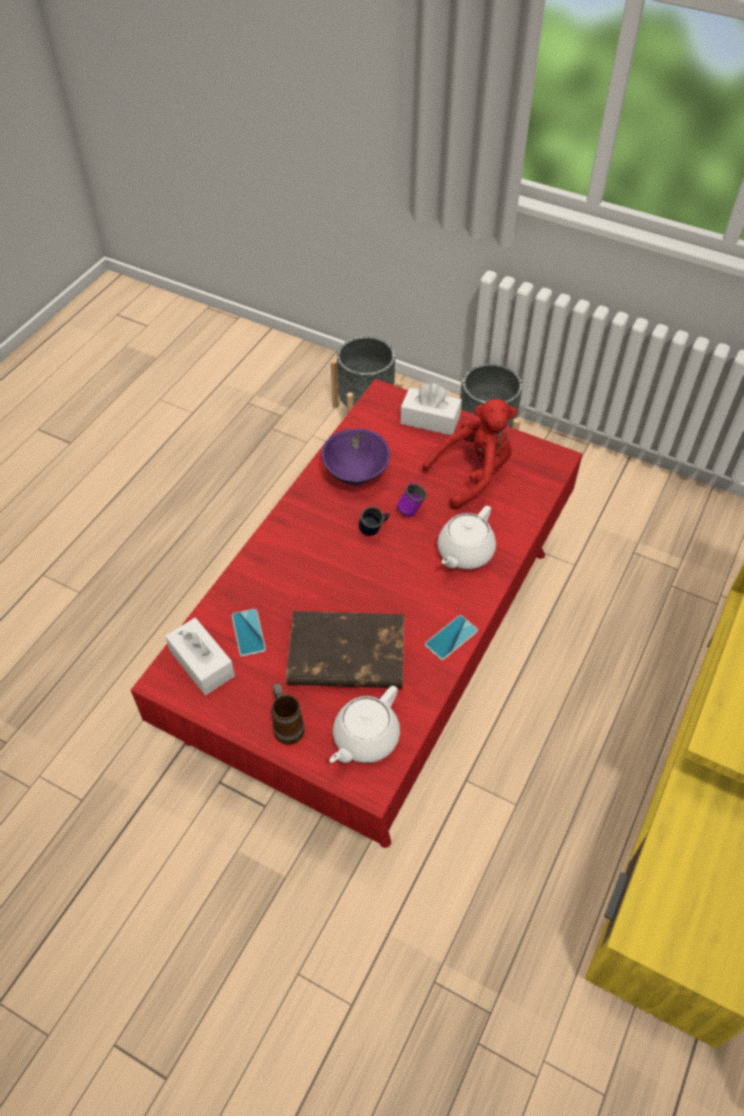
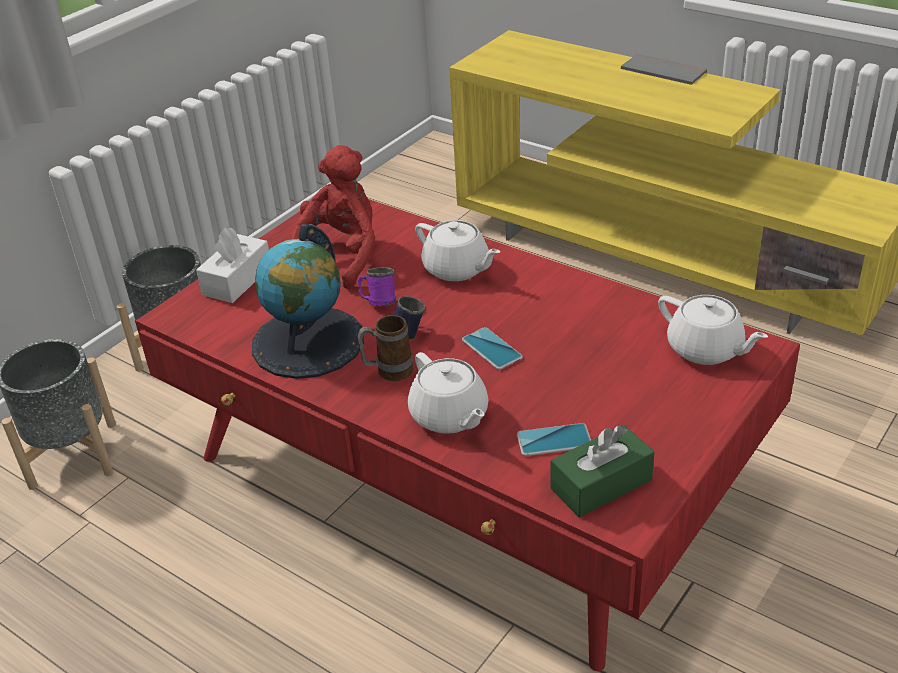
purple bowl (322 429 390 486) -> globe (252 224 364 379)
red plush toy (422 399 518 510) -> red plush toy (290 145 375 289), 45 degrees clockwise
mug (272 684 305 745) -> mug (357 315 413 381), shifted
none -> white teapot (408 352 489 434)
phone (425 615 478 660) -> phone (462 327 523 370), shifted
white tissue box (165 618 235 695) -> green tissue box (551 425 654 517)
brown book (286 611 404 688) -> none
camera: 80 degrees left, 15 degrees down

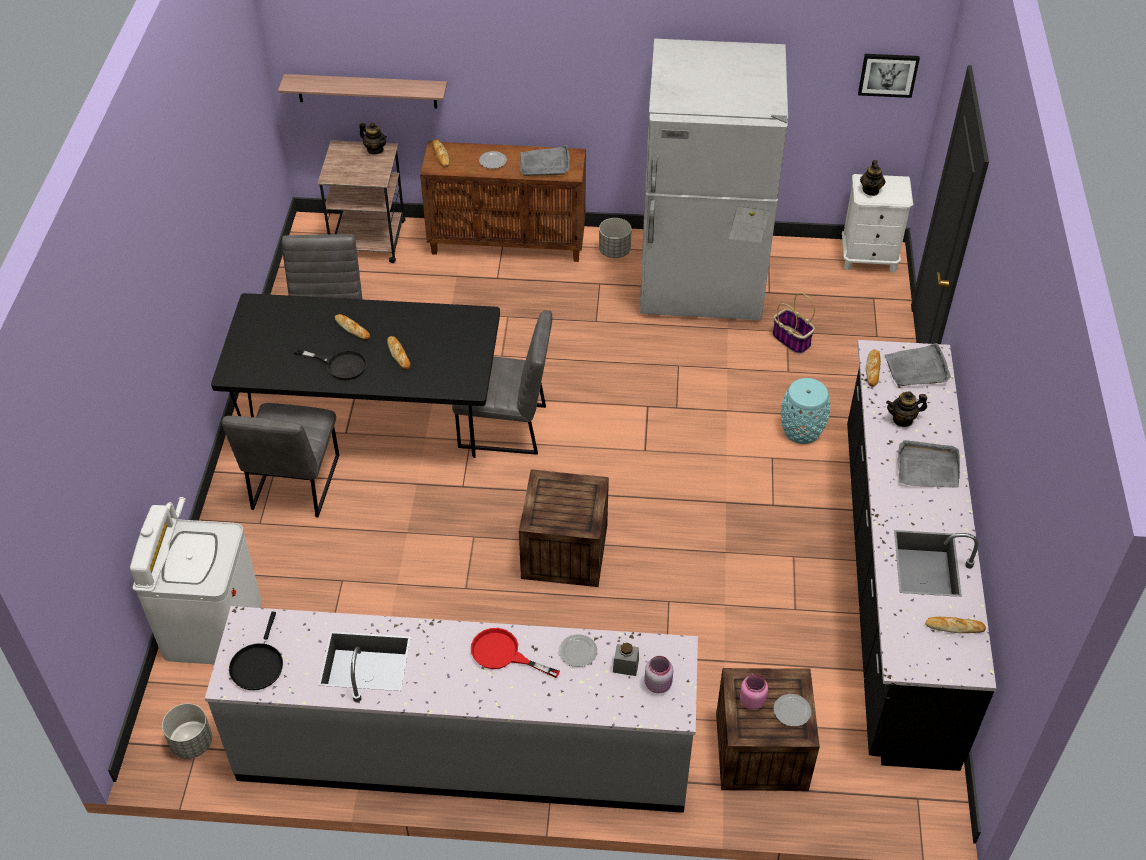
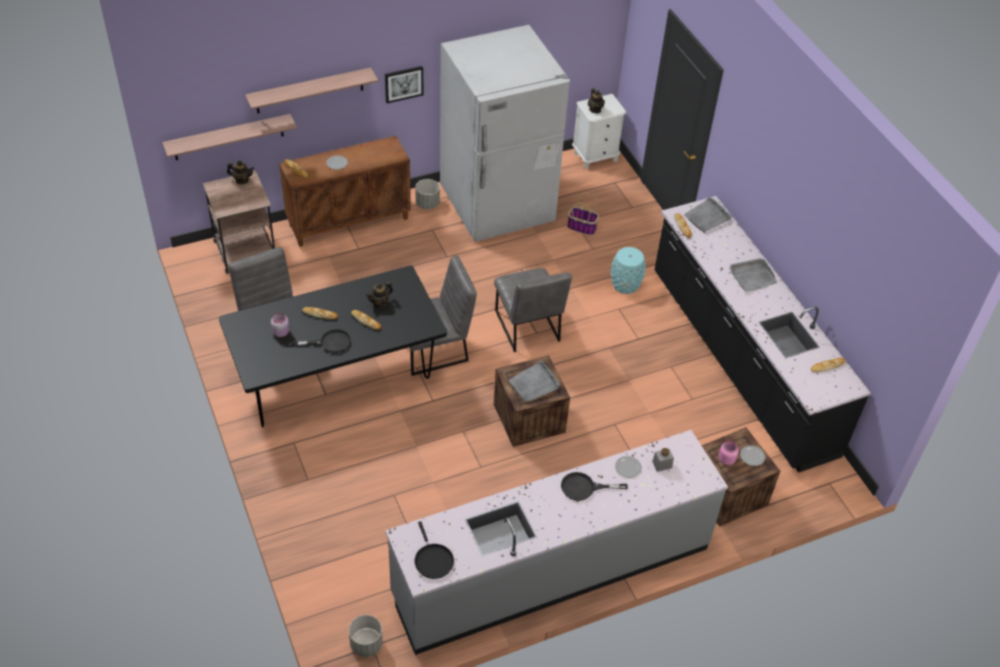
none -> shelf (245 68 378 113)
pink jar (644 656 673 693) -> pink jar (271 313 289 337), shifted
teapot (886 391 927 427) -> teapot (366 282 393 308), shifted
picture (858 54 920 98) -> picture (385 66 423 103), shifted
grey chair (222 403 339 517) -> grey chair (494 268 572 352), shifted
grey tray (520 145 570 176) -> grey tray (508 361 560 402), shifted
red frying pan (471 628 560 678) -> black frying pan (561 472 628 501)
white washing machine (130 497 262 664) -> none
camera: 30 degrees left, 0 degrees up

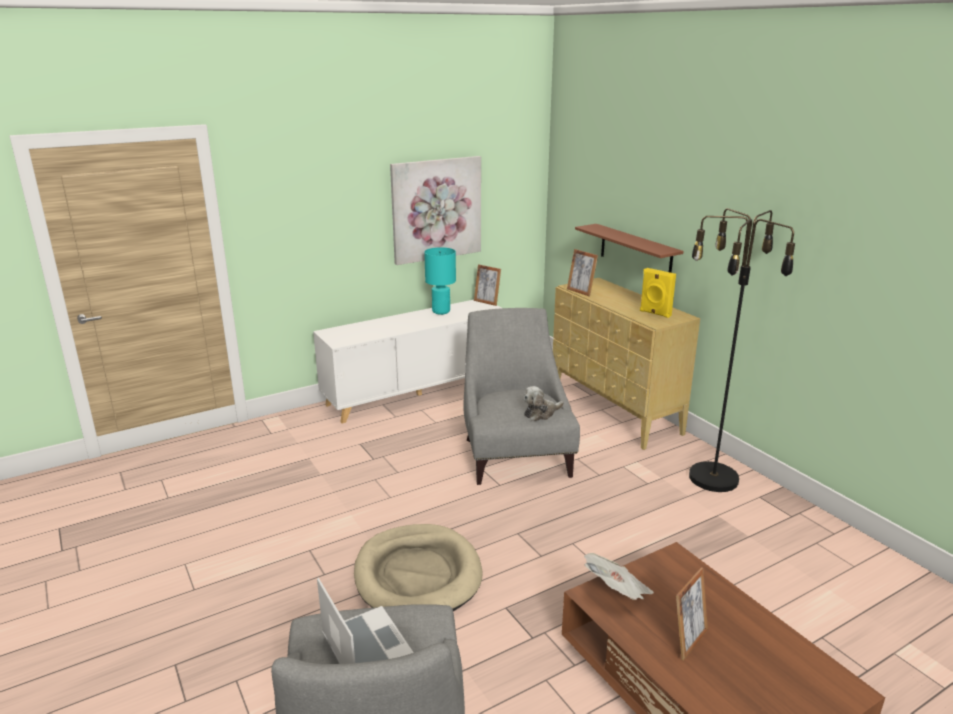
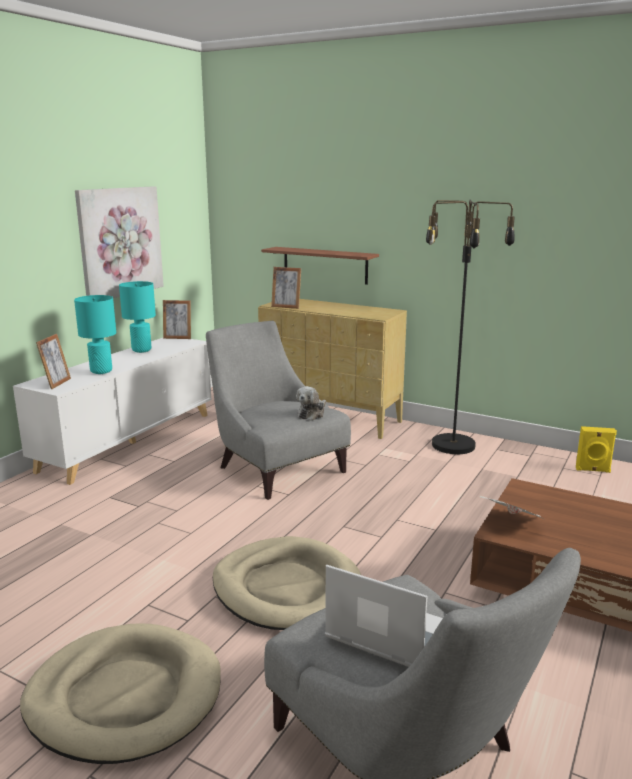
none -> beige dog bed (20 624 221 764)
picture frame (676 567 708 661) -> picture frame (36 334 71 389), shifted
none -> turquoise table lamp (74 295 116 374)
yellow speaker (640 268 676 318) -> yellow speaker (576 426 617 473), shifted
camera: 30 degrees left, 5 degrees down

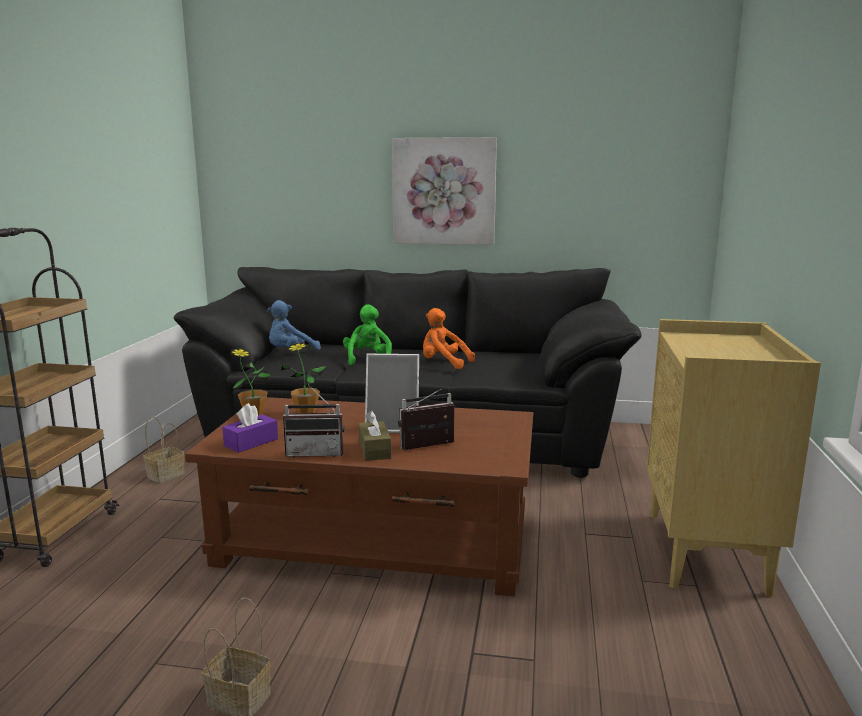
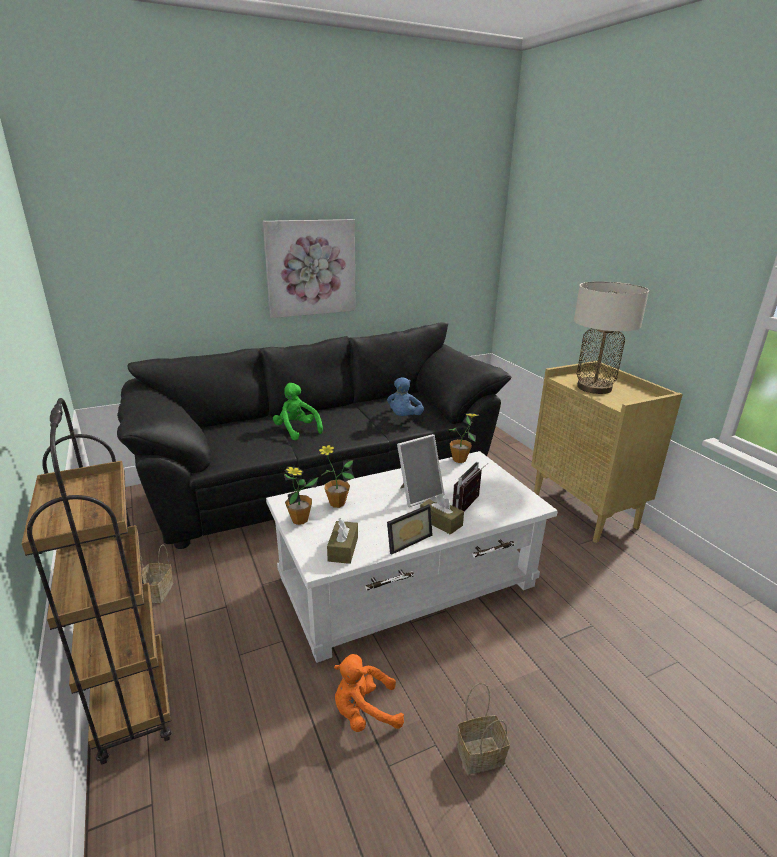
brown coffee table (185 397 533 596) -> white coffee table (266 451 558 663)
purple tissue box (222 403 278 453) -> brown tissue box (327 518 358 564)
orange plush toy (423 308 475 369) -> orange plush toy (334 654 404 732), shifted
blue plush toy (267 300 321 350) -> blue plush toy (387 377 424 416), shifted
radio (283 384 344 457) -> picture frame (387 504 433 555)
none -> potted plant (447 413 479 463)
none -> table lamp (574 281 649 394)
camera: 35 degrees left, 10 degrees up

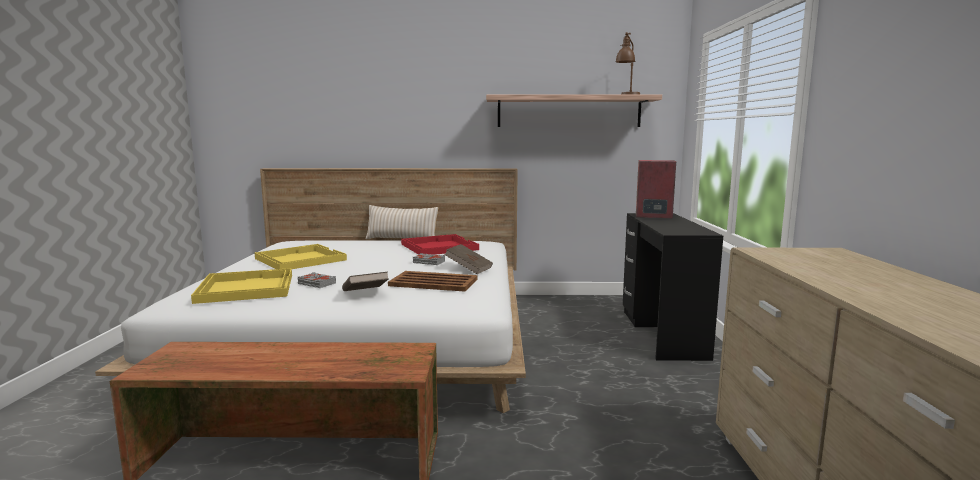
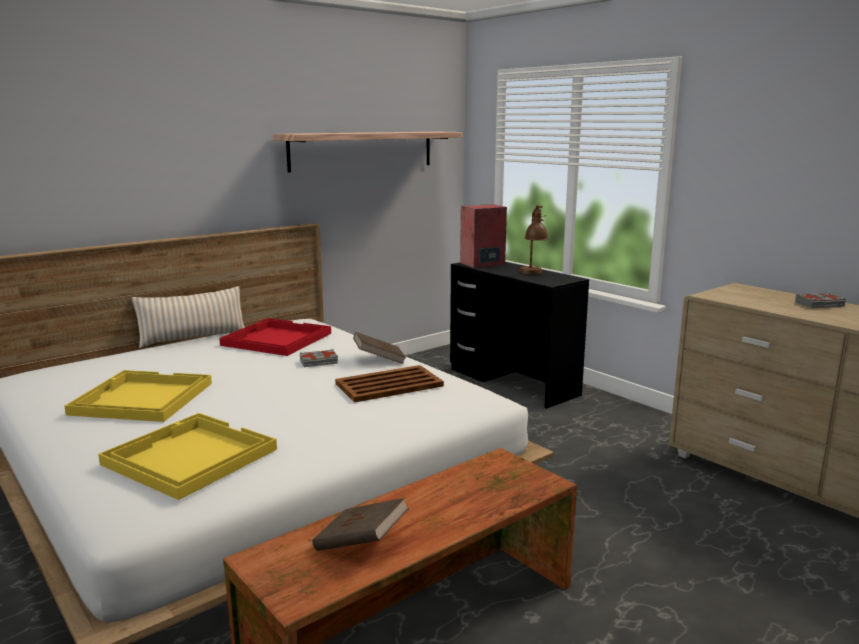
brown book (342 272 388 291) -> brown book (312 498 409 551), shifted
brown table lamp (615 32 640 94) -> brown table lamp (519 205 548 274), shifted
grey book (297 272 336 288) -> grey book (795 292 846 308), shifted
camera: 40 degrees left, 5 degrees up

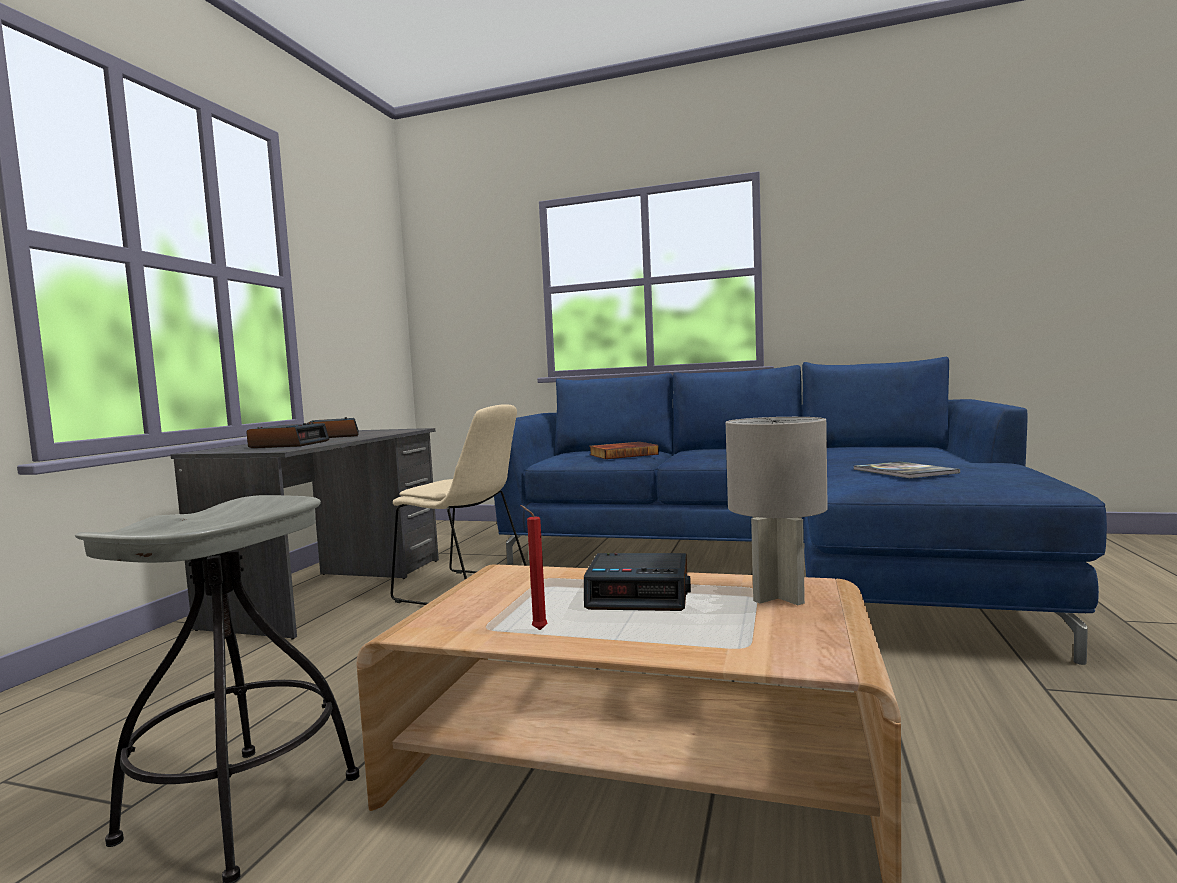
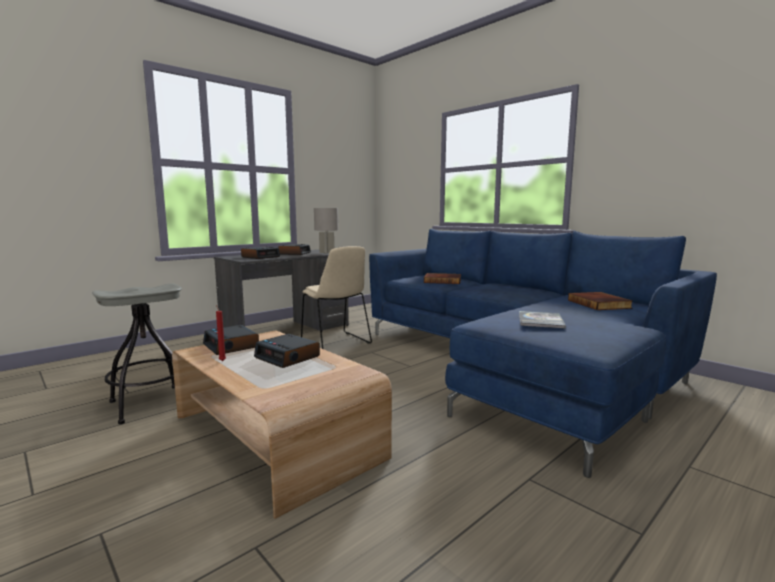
none -> alarm clock (203 325 259 355)
grey table lamp (726 417 828 605) -> grey table lamp (314 208 338 254), shifted
none -> book (568 292 632 310)
camera: 30 degrees right, 5 degrees up

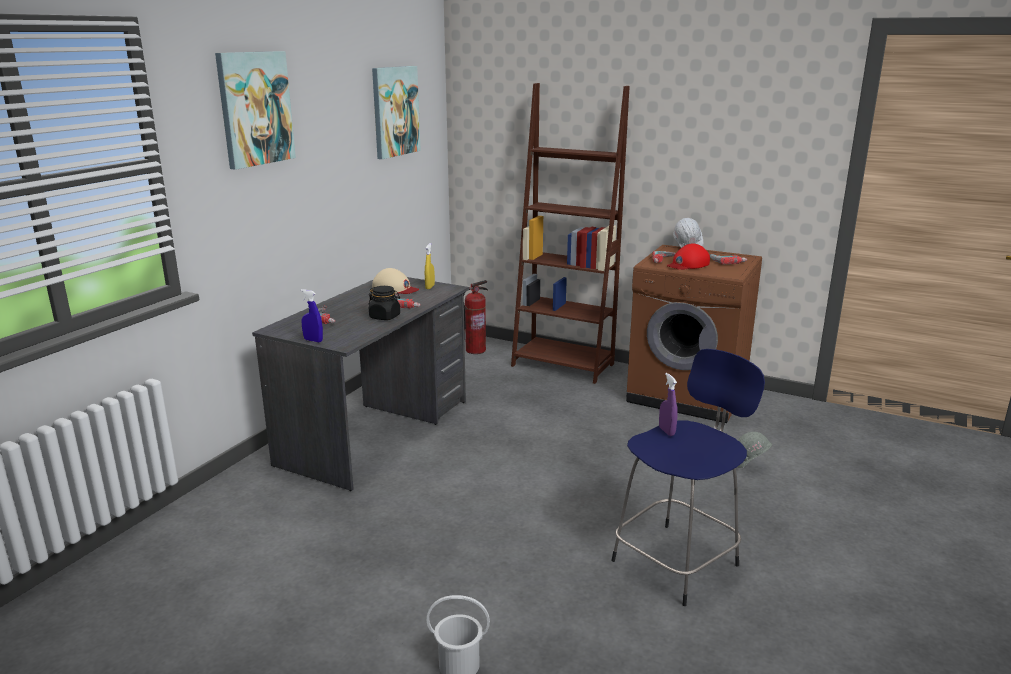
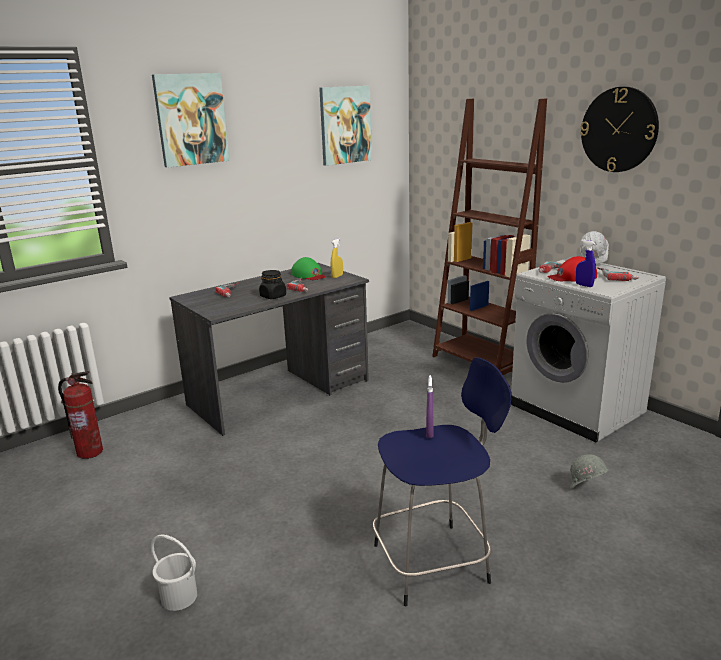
fire extinguisher (464 280 488 354) -> fire extinguisher (58 371 103 459), shifted
beige cap (372 268 419 294) -> green cap (292 257 326 280)
brown washing machine (626 245 762 423) -> white washing machine (511 257 666 443)
blue spray bottle (301 289 323 342) -> blue spray bottle (576 240 596 287), shifted
none -> wall clock (580 87 659 172)
camera: 25 degrees right, 0 degrees up

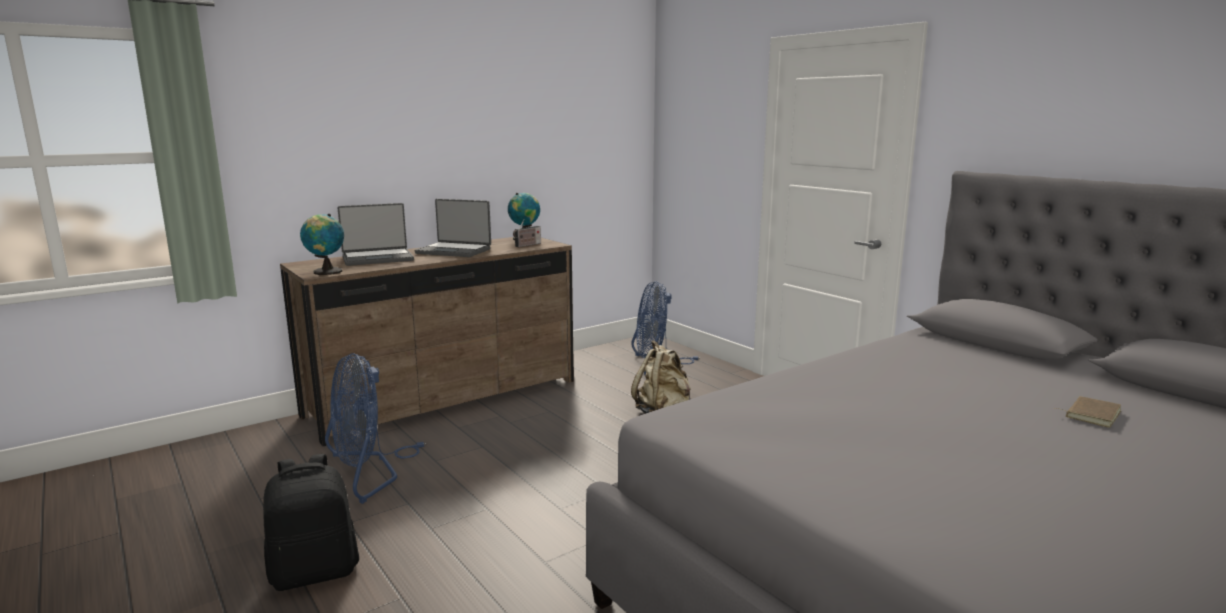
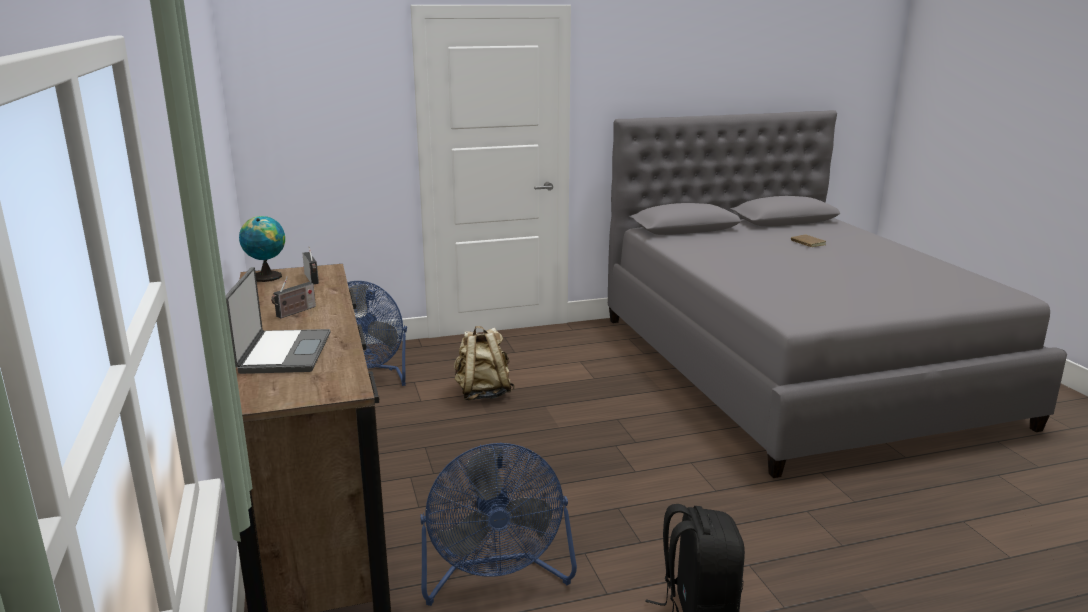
laptop (414 199 491 257) -> radio (271 276 316 318)
globe (300 214 344 275) -> none
camera: 70 degrees left, 5 degrees up

